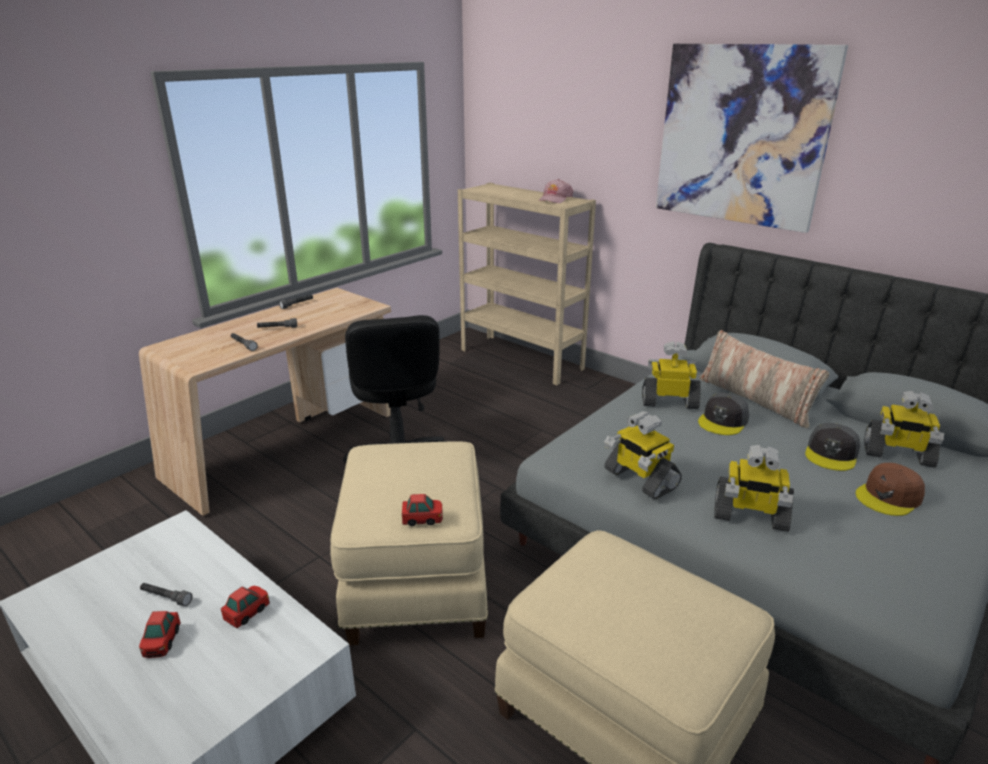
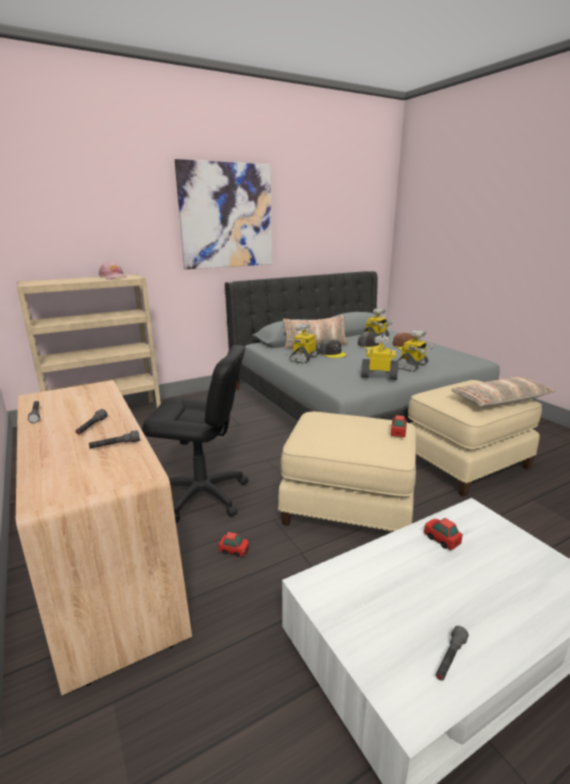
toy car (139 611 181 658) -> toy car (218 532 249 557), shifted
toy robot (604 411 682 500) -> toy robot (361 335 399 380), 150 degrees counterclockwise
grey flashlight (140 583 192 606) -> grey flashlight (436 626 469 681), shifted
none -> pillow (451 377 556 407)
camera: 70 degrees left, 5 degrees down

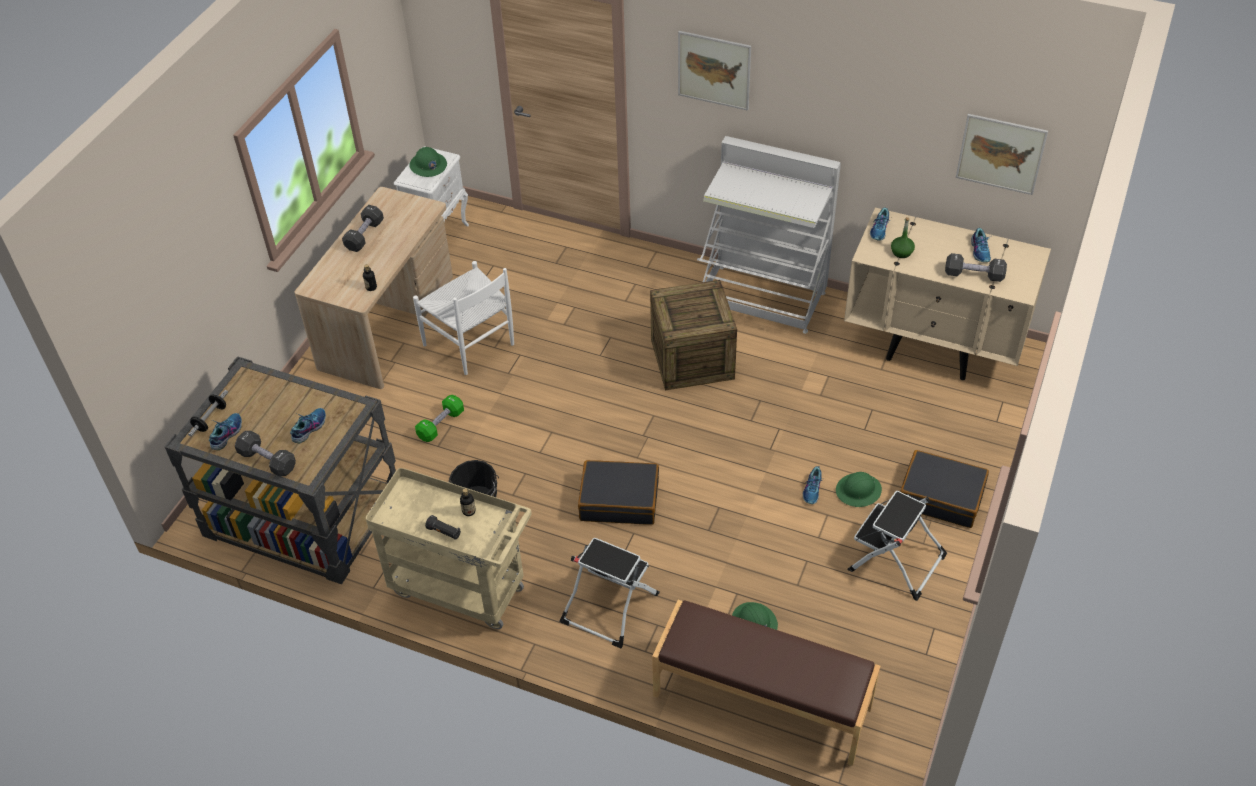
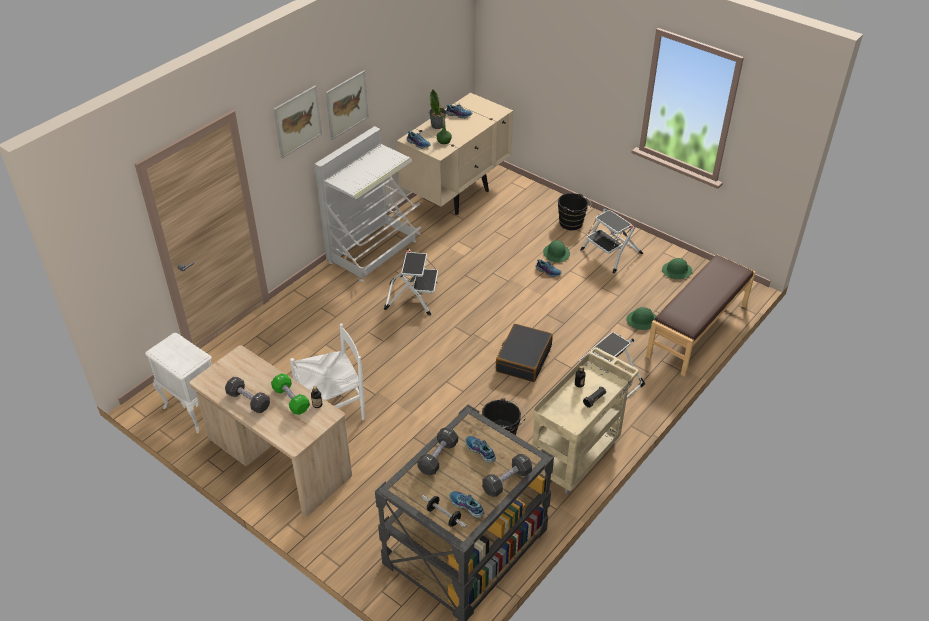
green dumbbell (415 395 464 442) -> green dumbbell (271 373 310 415), shifted
picture (956 114 1048 195) -> picture (326 71 369 140), shifted
crate (650 280 737 390) -> step ladder (384 248 438 315)
black dumbbell (945 253 1007 282) -> black dumbbell (417 427 458 475), shifted
none -> potted plant (429 89 447 129)
black suitcase (900 450 989 528) -> black bucket (558 193 591 230)
green hard hat (409 147 447 177) -> green hard hat (662 258 692 279), shifted
camera: 75 degrees left, 5 degrees down

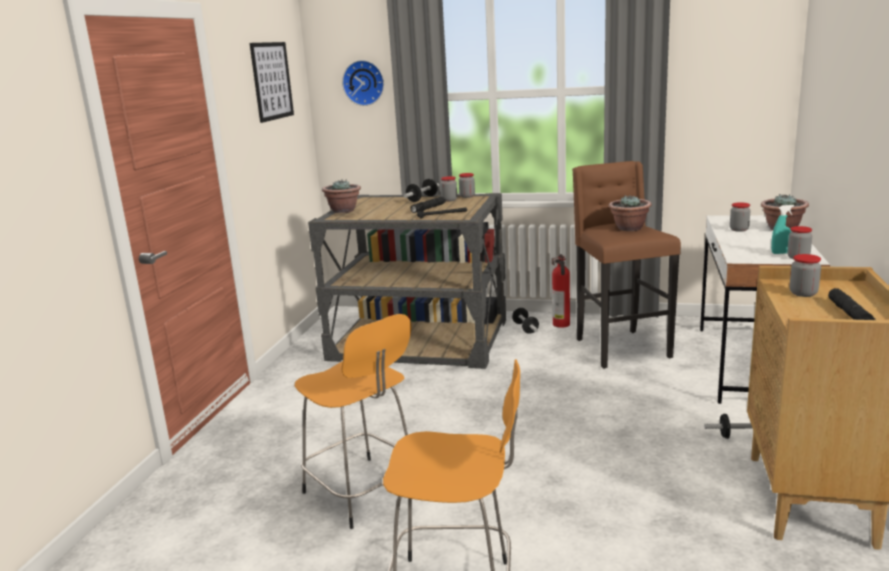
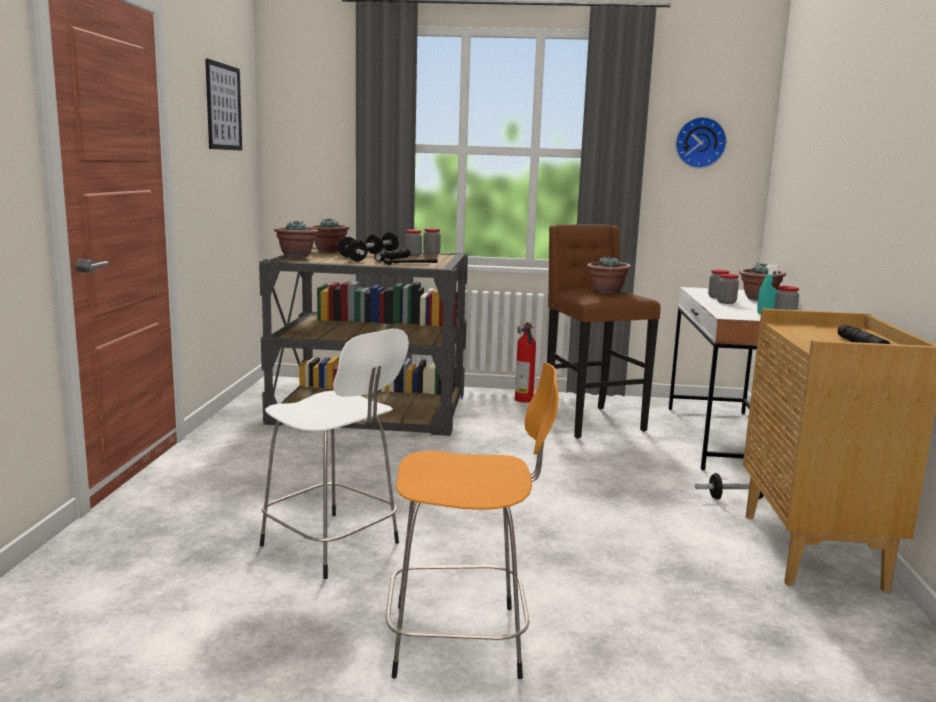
orange stool (295 314 411 529) -> white stool (260 329 409 579)
none -> potted plant (308 219 350 253)
dumbbell (512 308 539 334) -> dumbbell (338 237 368 262), shifted
wall clock (342 60 384 106) -> wall clock (675 117 727 169), shifted
jar (790 254 821 297) -> jar (717 274 739 304), shifted
camera: 10 degrees left, 5 degrees down

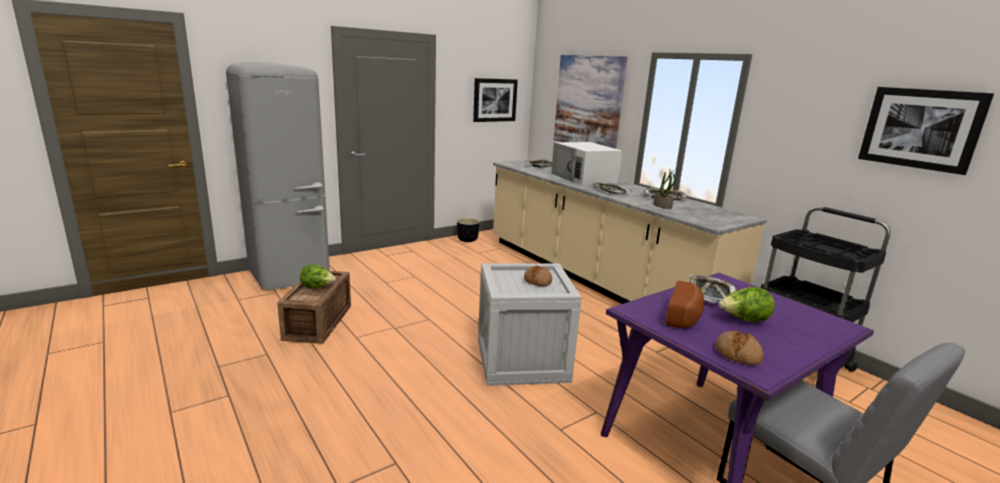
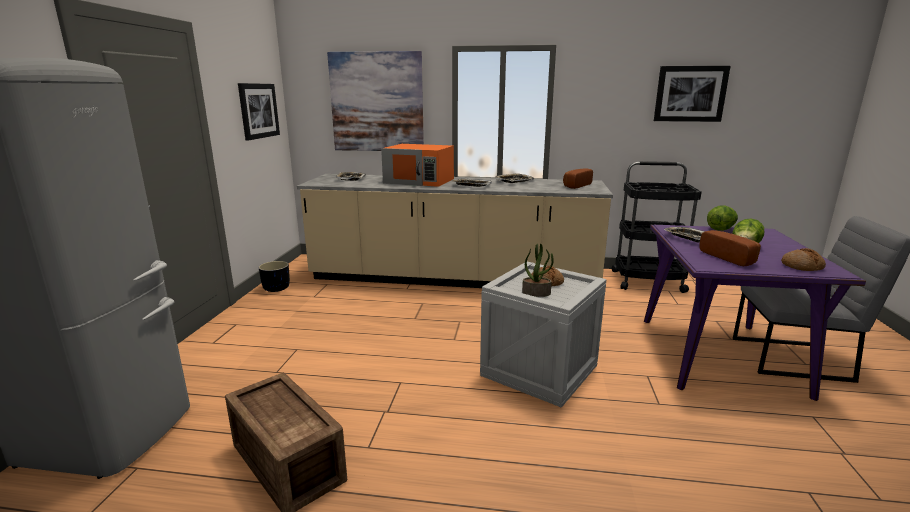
white microwave (551 142 622 185) -> orange microwave (381 144 454 187)
potted plant (653 170 676 209) -> potted plant (522 244 554 297), shifted
none -> bread (563 168 593 189)
lettuce (300 264 336 289) -> lettuce (707 205 738 231), shifted
camera: 45 degrees left, 0 degrees up

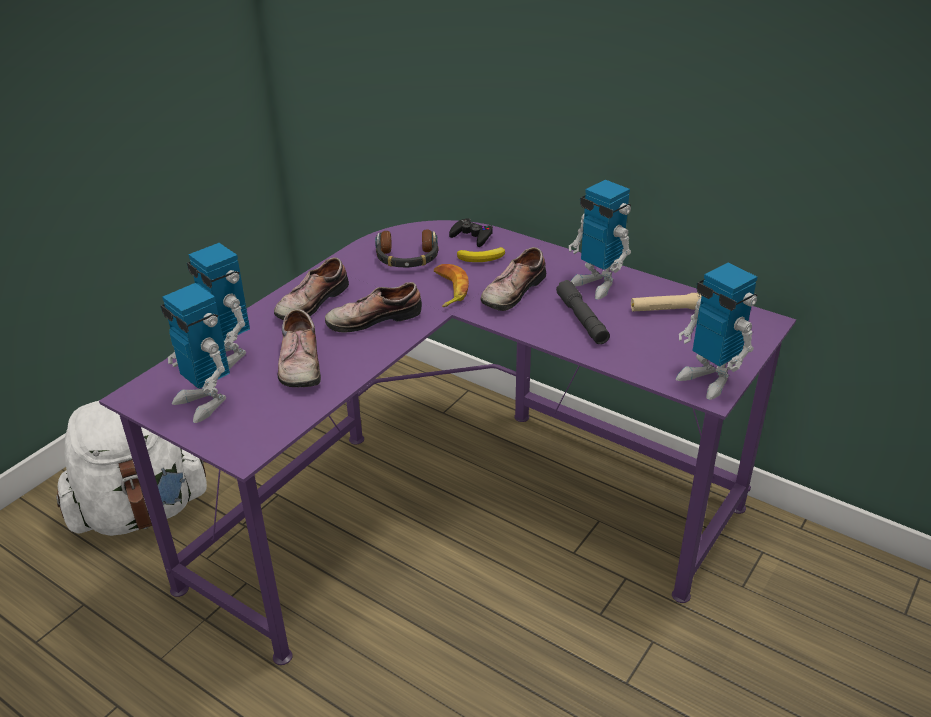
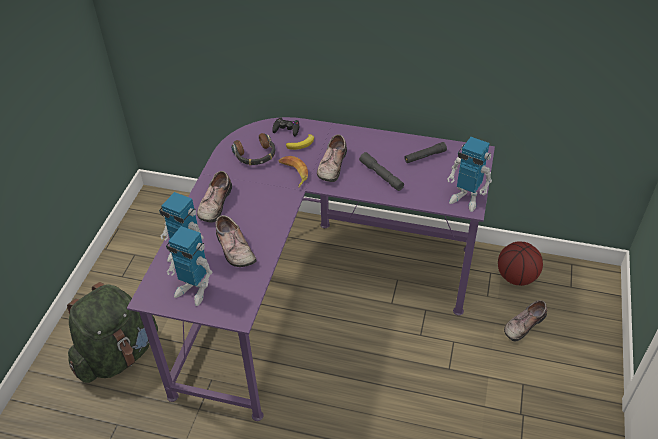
white backpack (56 401 207 536) -> green backpack (67 282 158 383)
beige flashlight (631 293 702 312) -> black flashlight (404 142 447 163)
none -> basketball (498 241 543 286)
shoe (325 282 422 332) -> shoe (504 300 547 342), shifted
toy robot (569 180 631 300) -> none
camera: 20 degrees left, 10 degrees up

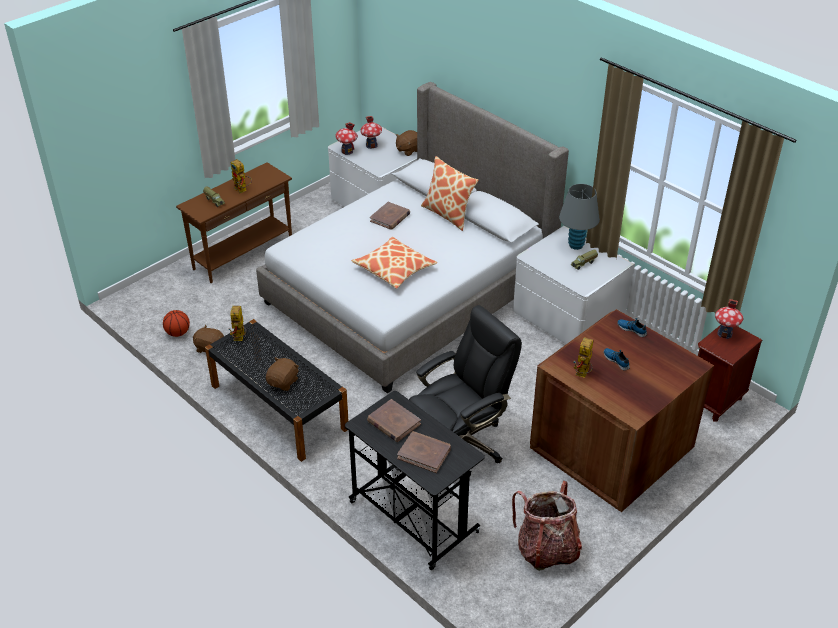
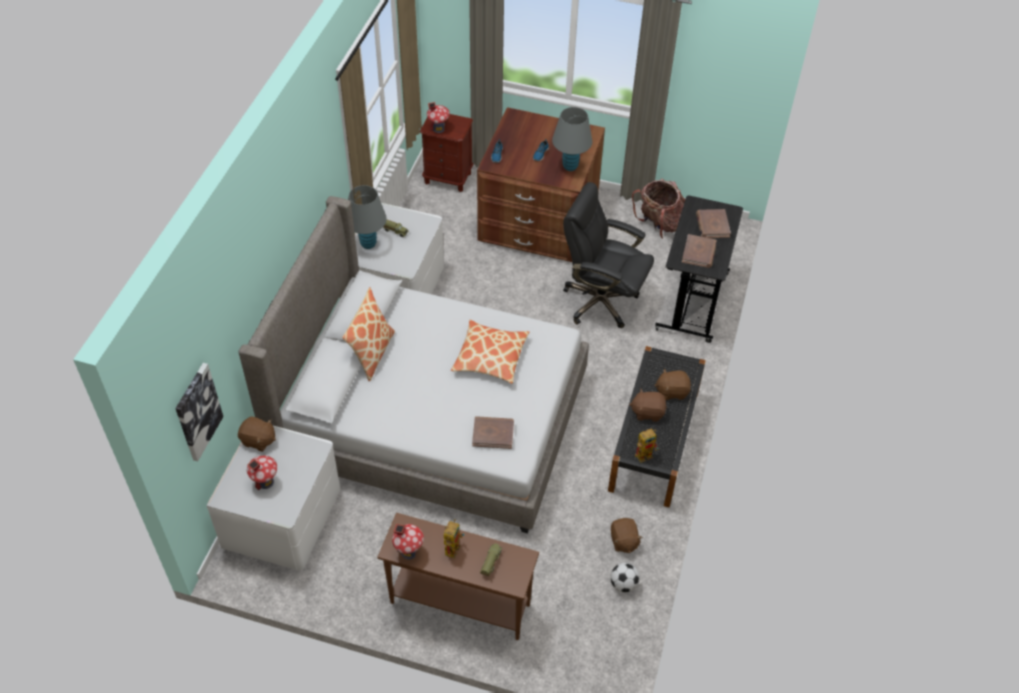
none -> picture (175 363 223 461)
toy house (335 122 358 155) -> toy house (392 524 424 559), shifted
brown book (370 202 410 230) -> brown book (472 416 514 449), shifted
toy robot (574 337 593 378) -> grey table lamp (552 107 592 171)
basketball (163 310 190 337) -> football (610 563 640 593)
none -> brown plush toy (629 389 667 422)
camera: 120 degrees left, 10 degrees up

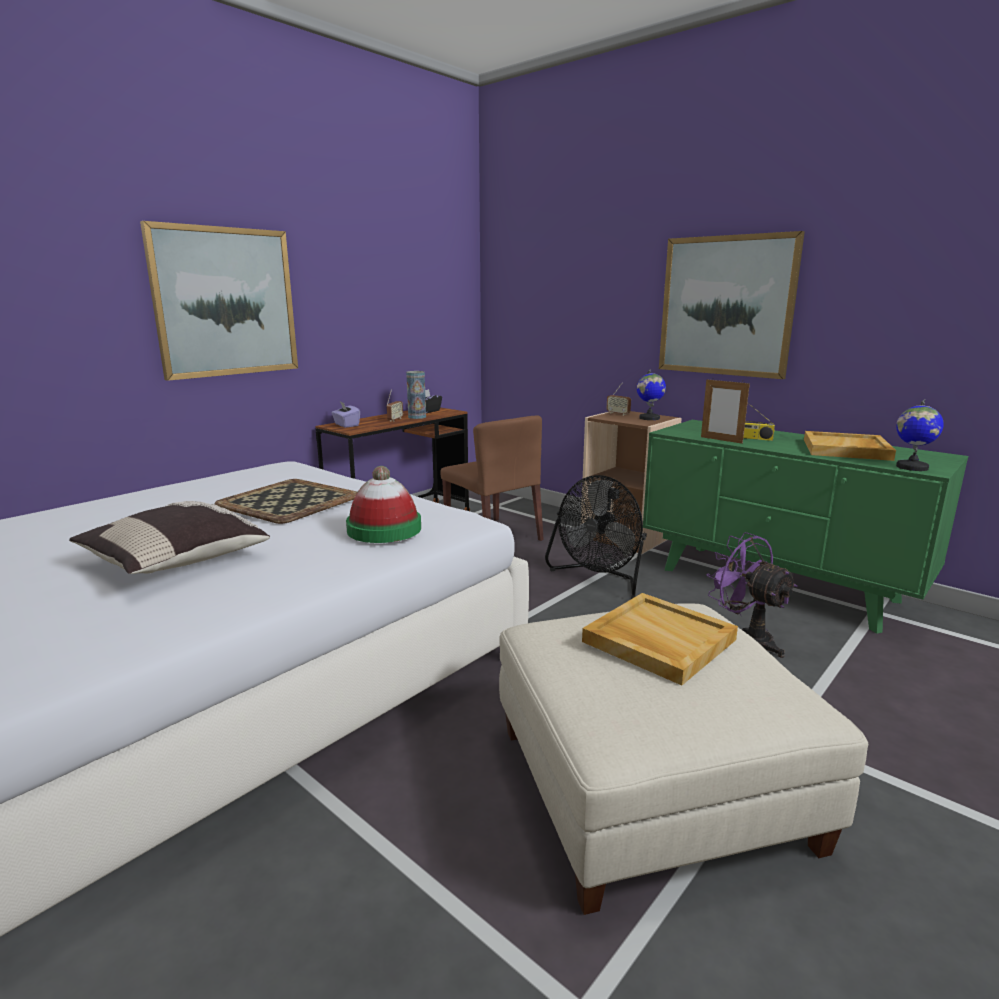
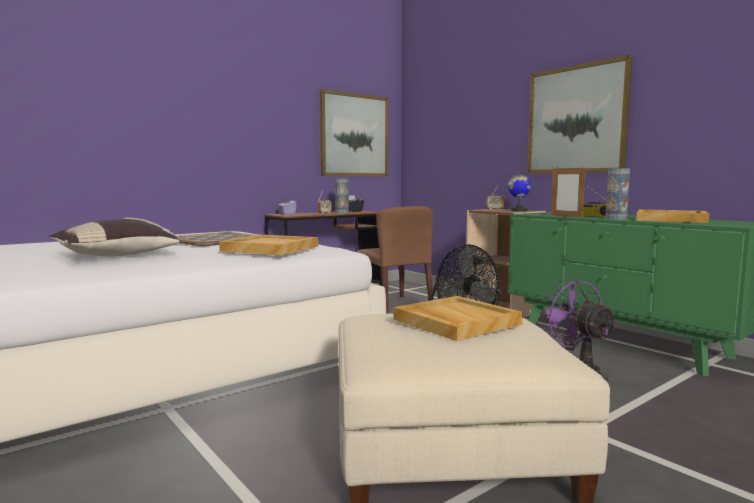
hat (346 466 421 543) -> beige tray (219 235 318 255)
picture (140 221 298 381) -> picture (320 89 388 176), shifted
none -> vase (605 168 630 220)
globe (896 399 944 471) -> none
camera: 10 degrees right, 10 degrees down

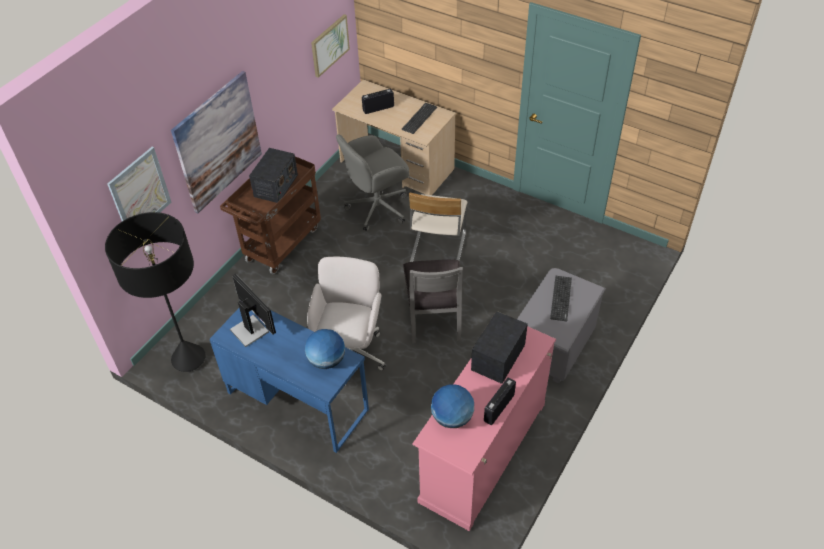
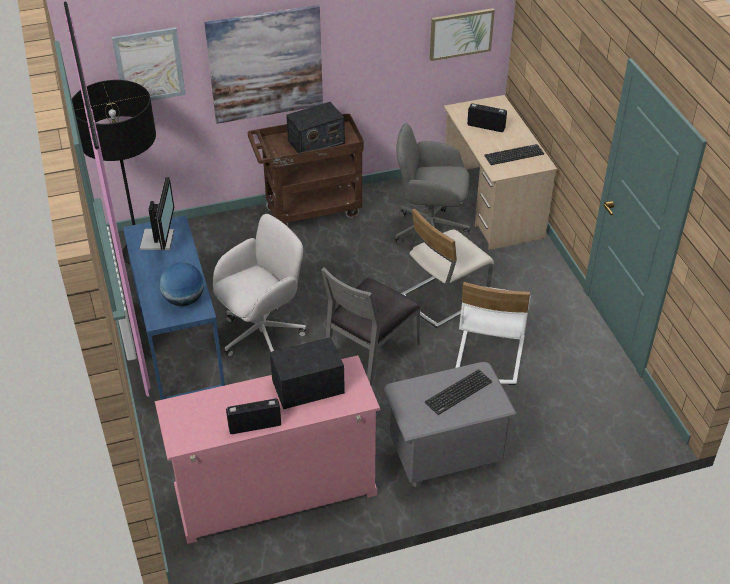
none -> white chair (455 282 531 385)
globe (431 384 474 428) -> none
camera: 40 degrees right, 5 degrees down

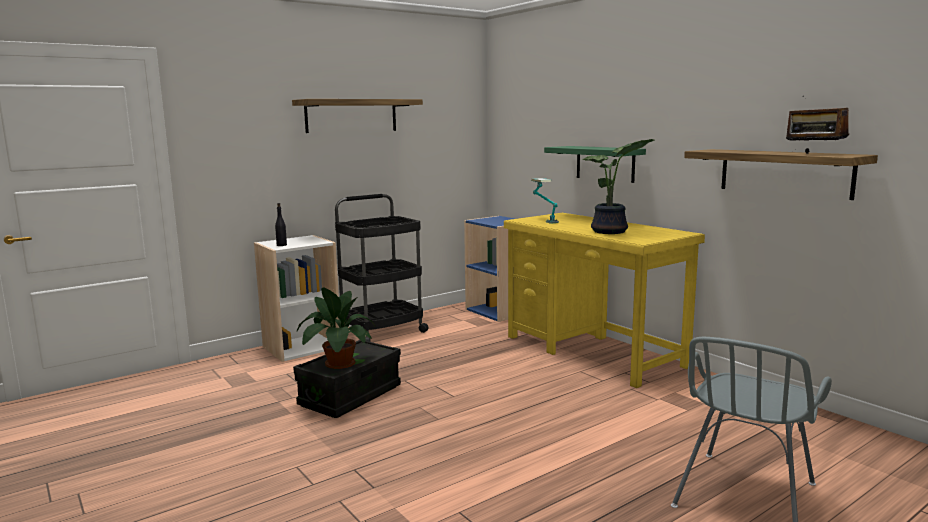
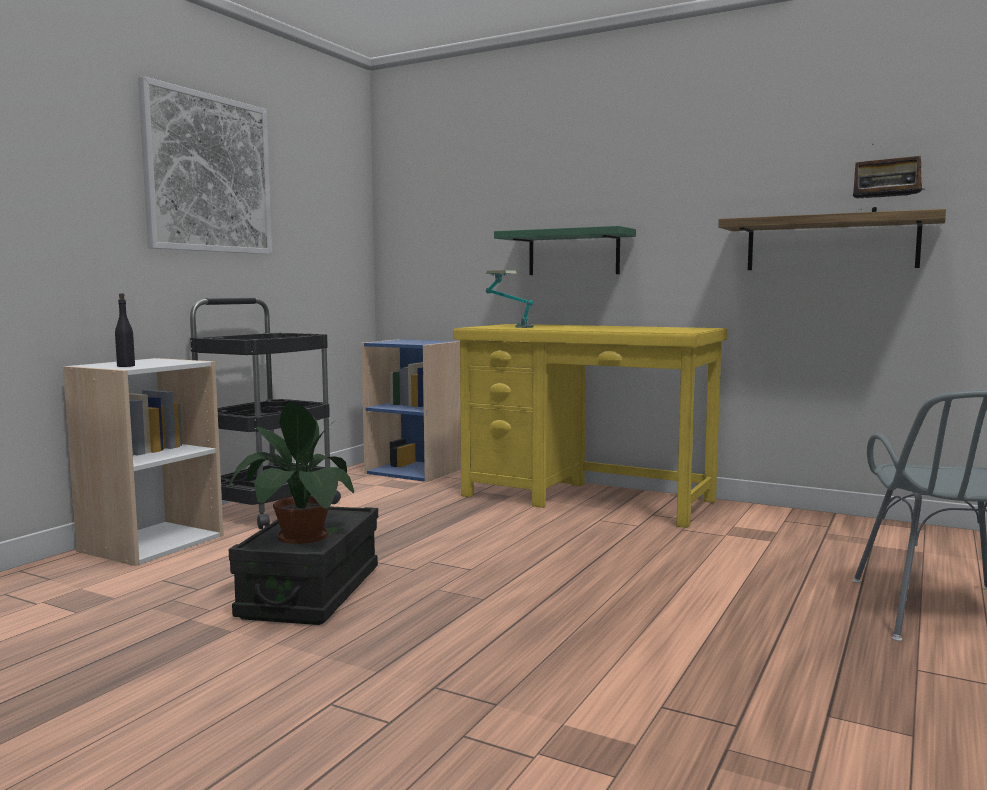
shelf (292 99 423 133) -> picture (138 76 272 254)
potted plant (582 139 655 234) -> none
camera: 25 degrees left, 5 degrees down

